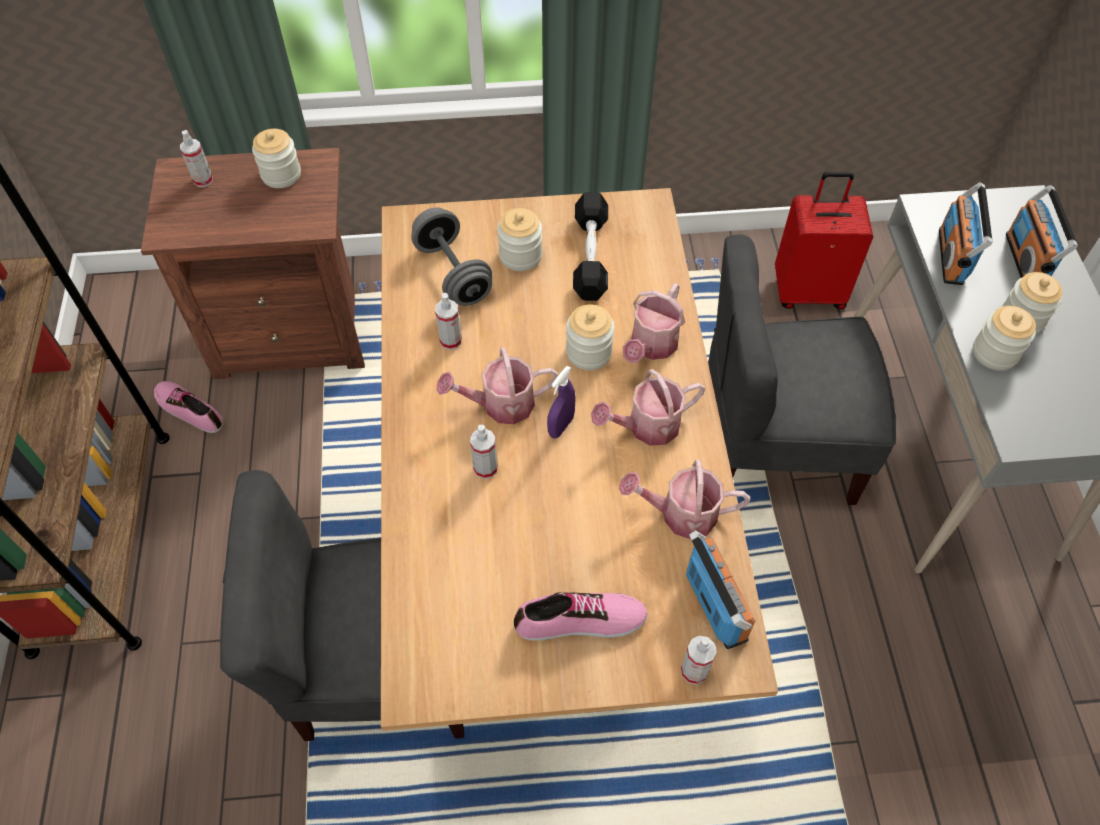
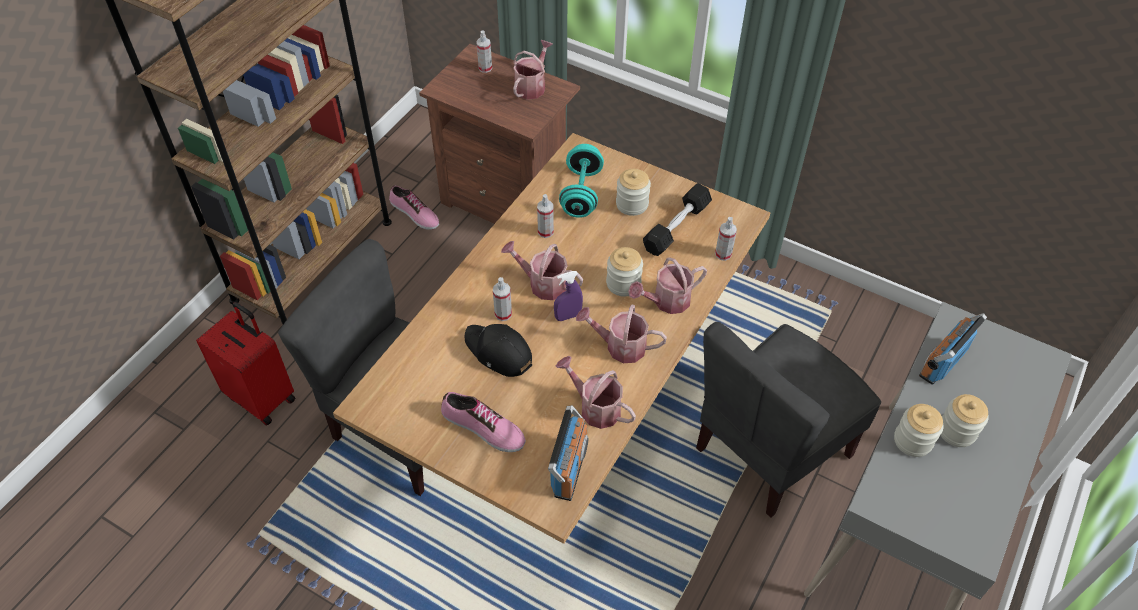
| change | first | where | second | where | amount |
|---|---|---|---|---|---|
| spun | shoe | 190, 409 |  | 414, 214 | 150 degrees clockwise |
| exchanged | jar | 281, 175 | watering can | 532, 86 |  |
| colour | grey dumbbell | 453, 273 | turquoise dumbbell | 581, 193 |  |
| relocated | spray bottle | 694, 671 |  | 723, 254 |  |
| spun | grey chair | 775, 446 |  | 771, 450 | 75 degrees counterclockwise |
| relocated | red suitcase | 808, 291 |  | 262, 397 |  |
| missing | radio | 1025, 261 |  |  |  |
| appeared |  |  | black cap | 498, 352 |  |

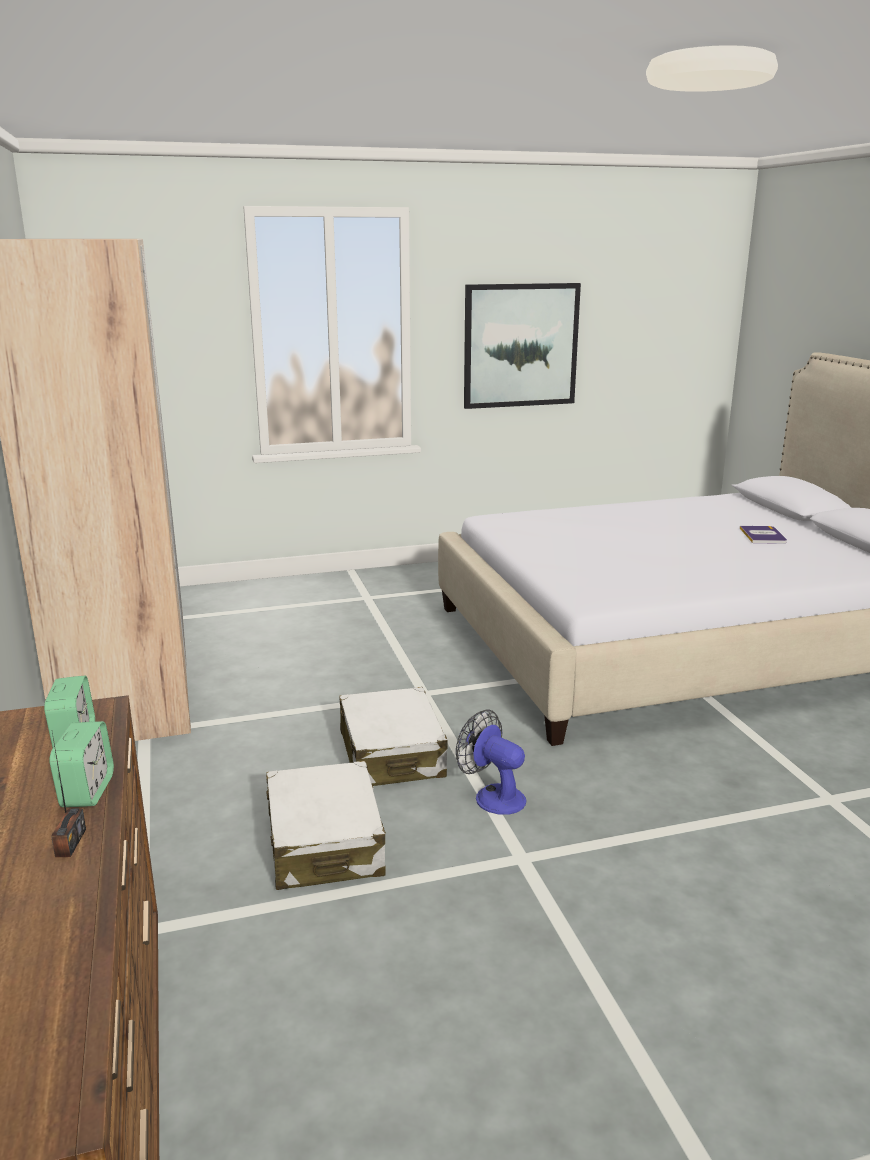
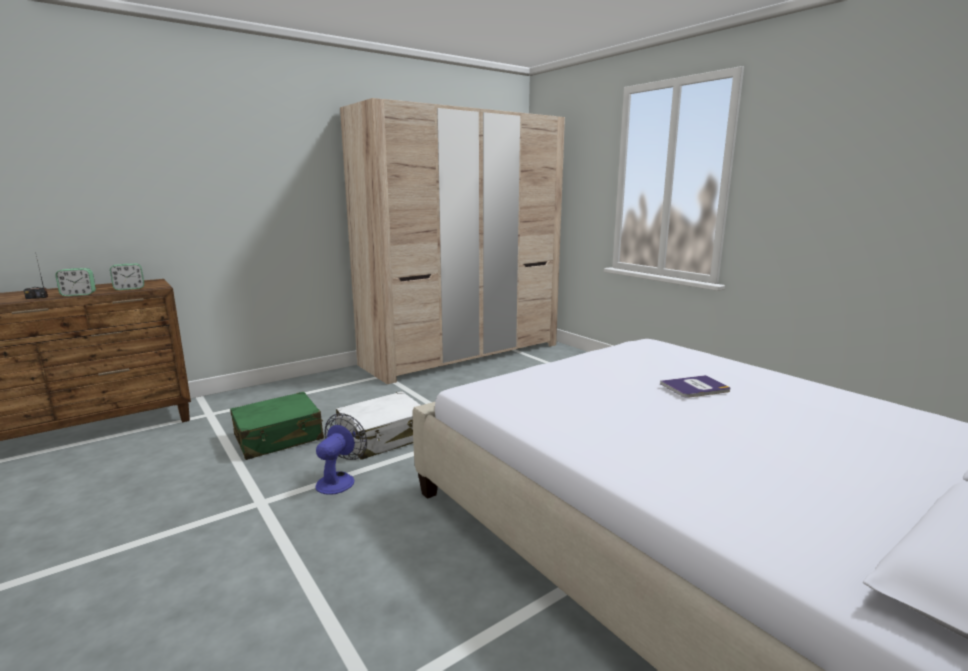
| change | first | where | second | where | amount |
|---|---|---|---|---|---|
| colour | white suitcase | 325, 843 | green suitcase | 279, 438 |  |
| missing | picture | 520, 345 |  |  |  |
| relocated | book | 763, 536 |  | 695, 387 |  |

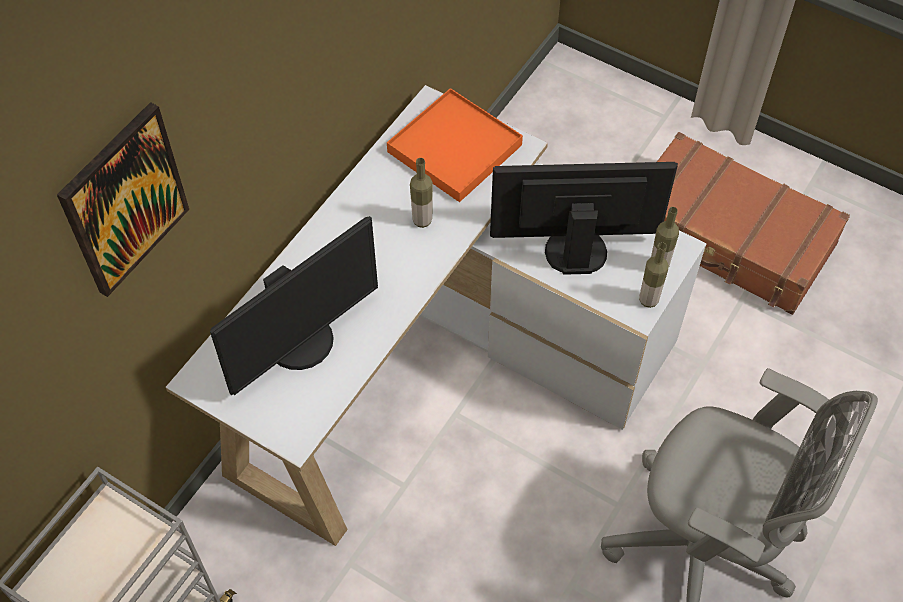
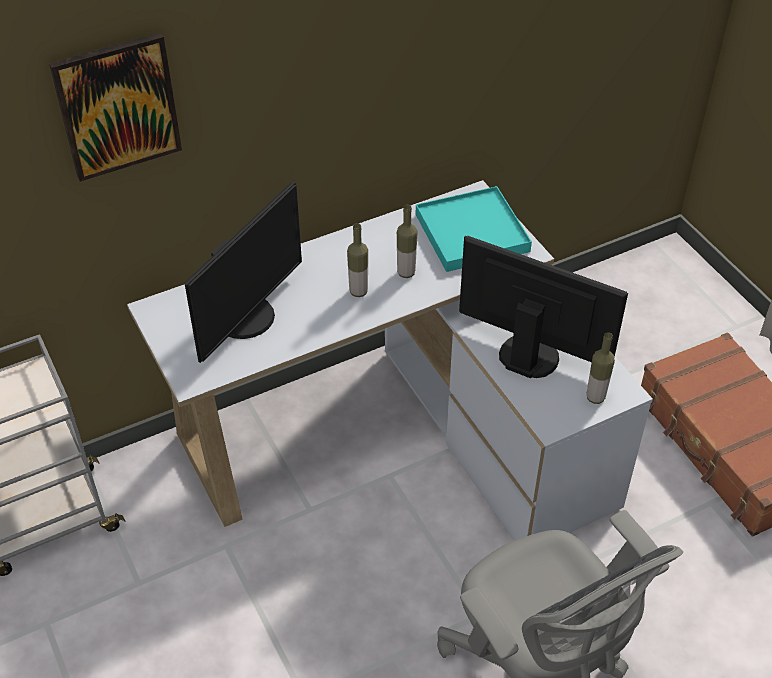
| change | first | where | second | where | amount |
|---|---|---|---|---|---|
| spun | monitor | 302, 343 |  | 247, 318 | 45 degrees counterclockwise |
| colour | orange tray | 454, 149 | turquoise tray | 471, 233 |  |
| relocated | bottle | 648, 300 |  | 358, 291 |  |

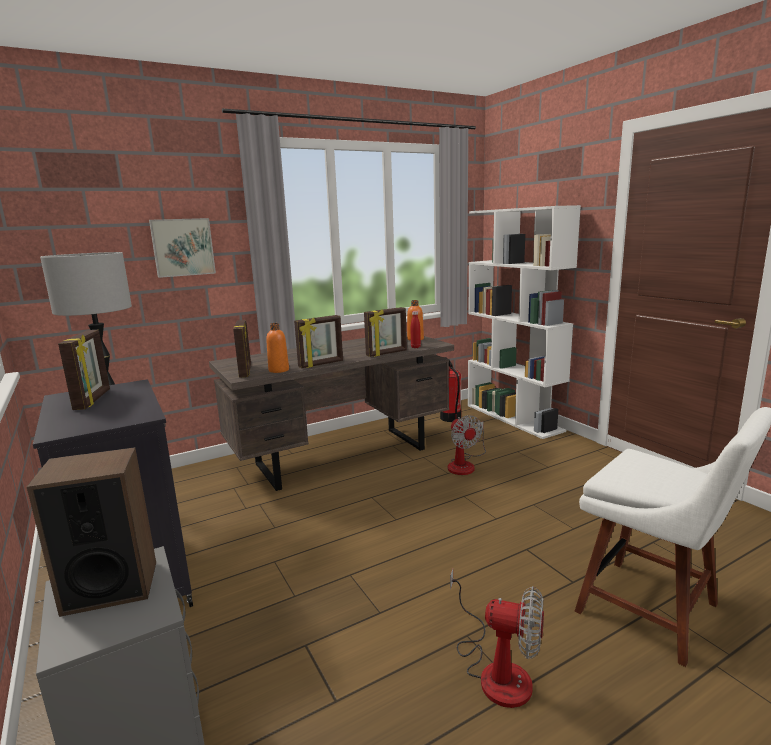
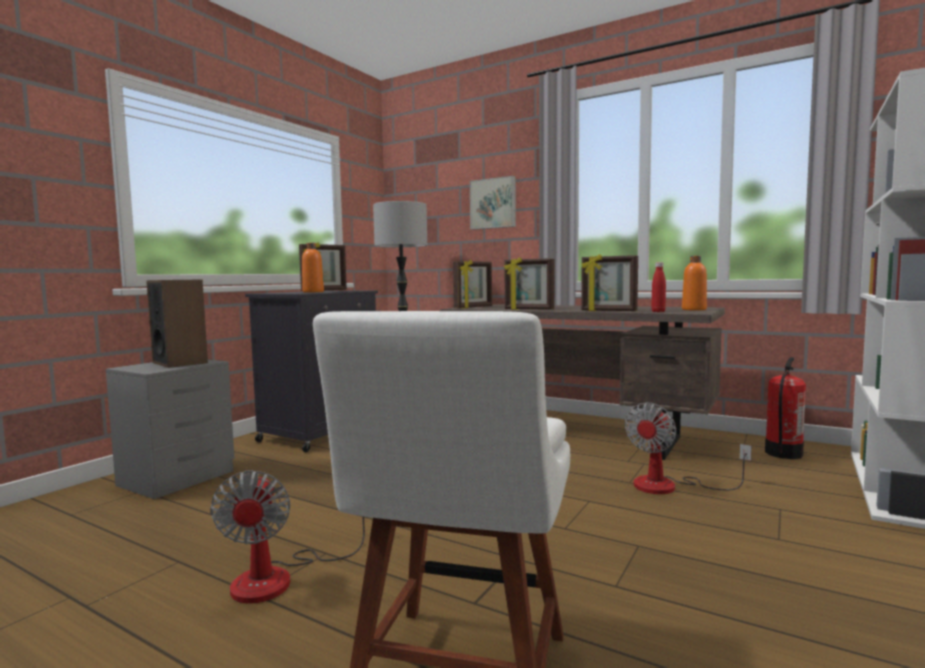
| change | first | where | second | where | amount |
|---|---|---|---|---|---|
| relocated | orange bottle | 278, 370 |  | 313, 292 |  |

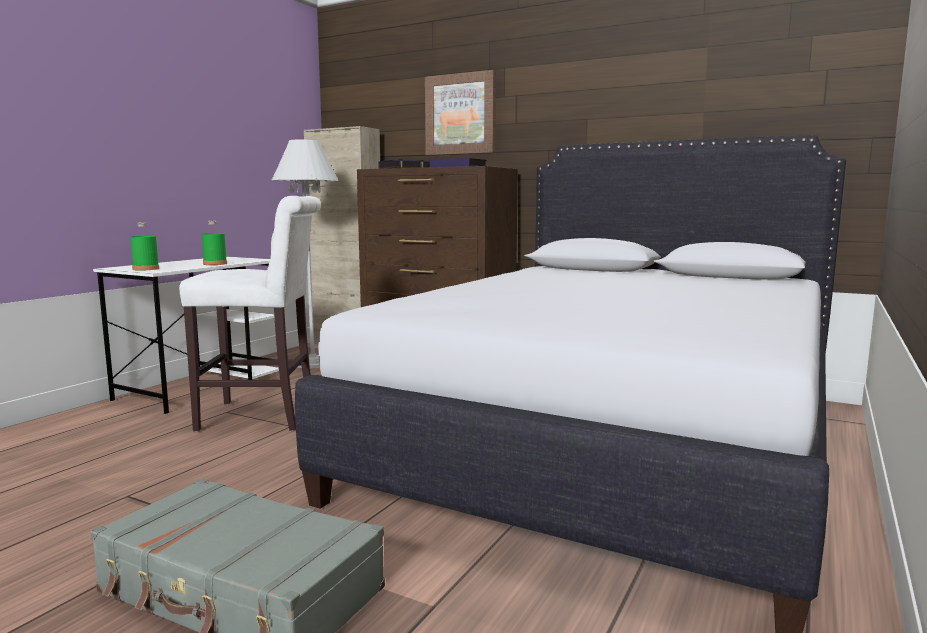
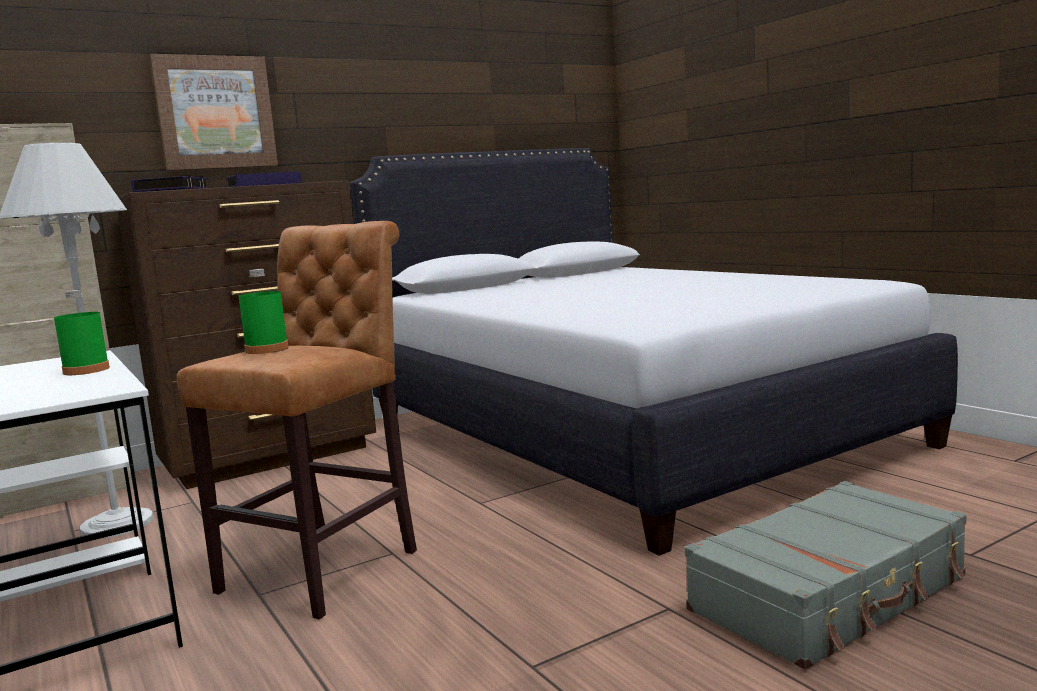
| change | first | where | second | where | amount |
|---|---|---|---|---|---|
| relocated | green bottle | 145, 269 |  | 267, 349 |  |
| colour | white stool | 265, 416 | brown stool | 328, 568 |  |

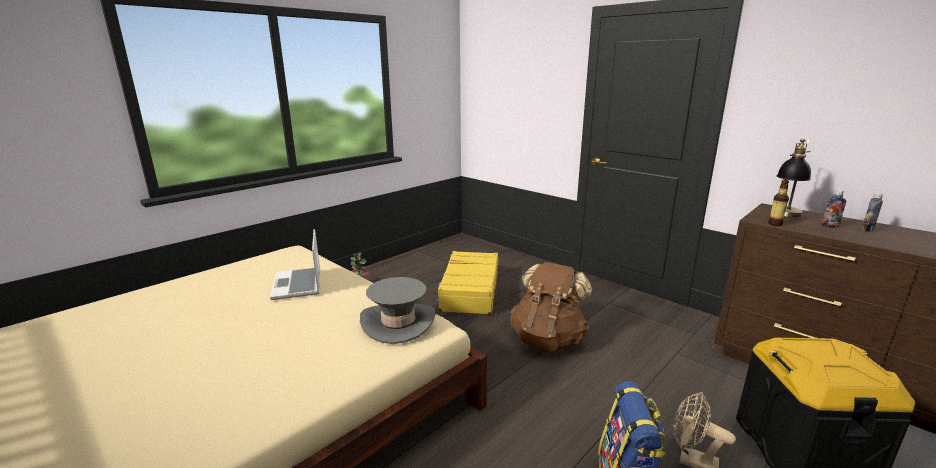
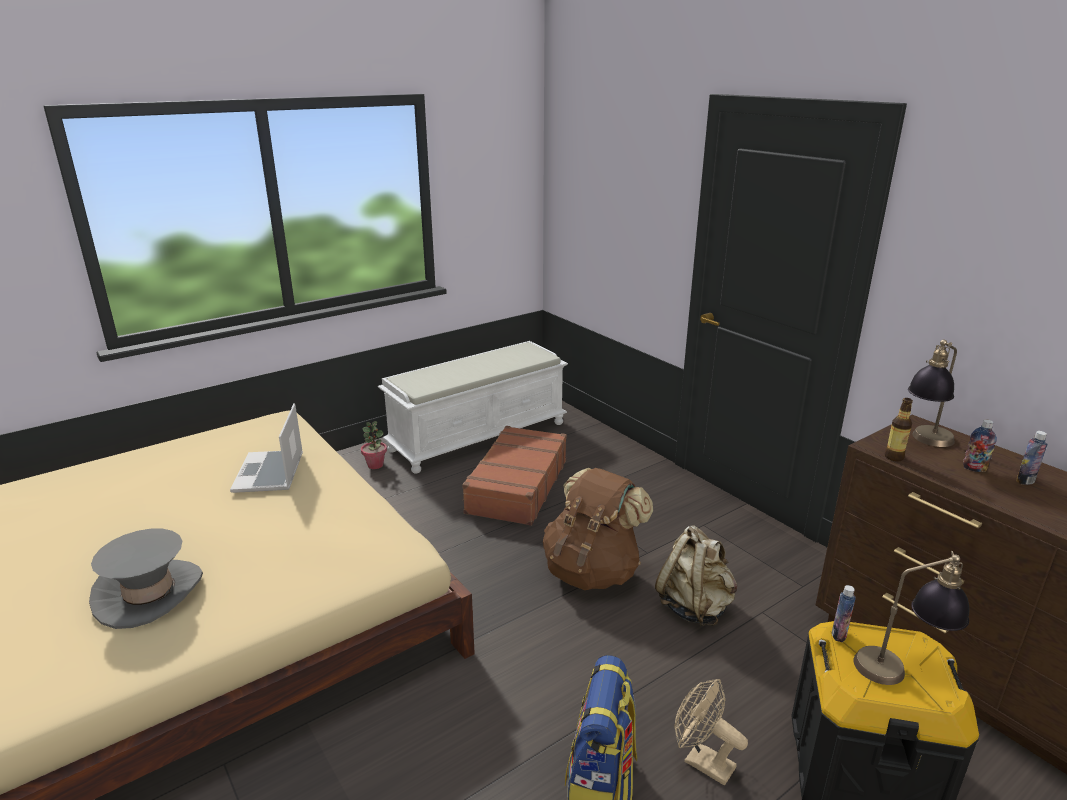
| change | first | where | second | where | amount |
|---|---|---|---|---|---|
| relocated | grey hat | 398, 322 |  | 149, 593 |  |
| colour | yellow suitcase | 469, 291 | brown suitcase | 516, 486 |  |
| appeared |  |  | white bench | 478, 435 |  |
| appeared |  |  | beige backpack | 694, 607 |  |
| appeared |  |  | bottle | 839, 634 |  |
| appeared |  |  | table lamp | 901, 668 |  |

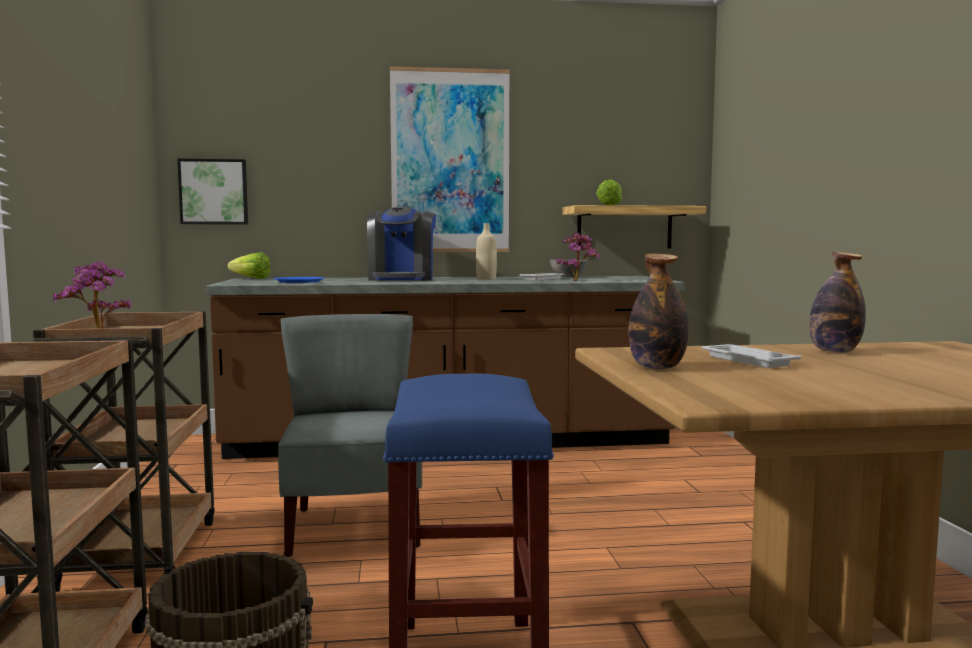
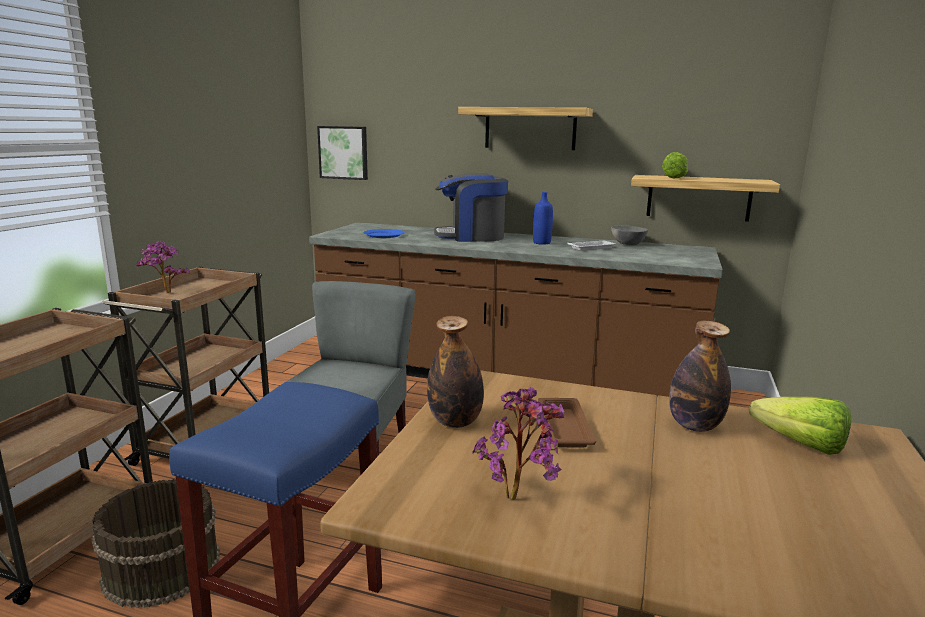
| change | first | where | second | where | amount |
|---|---|---|---|---|---|
| relocated | lettuce | 248, 278 |  | 793, 442 |  |
| spun | coffee machine | 402, 279 |  | 471, 236 | 60 degrees clockwise |
| exchanged | picture | 450, 161 | shelf | 530, 128 |  |
| colour | beige bottle | 486, 279 | blue bottle | 541, 243 |  |
| relocated | potted plant | 577, 281 |  | 519, 498 |  |
| colour | white tray | 747, 360 | brown tray | 564, 426 |  |

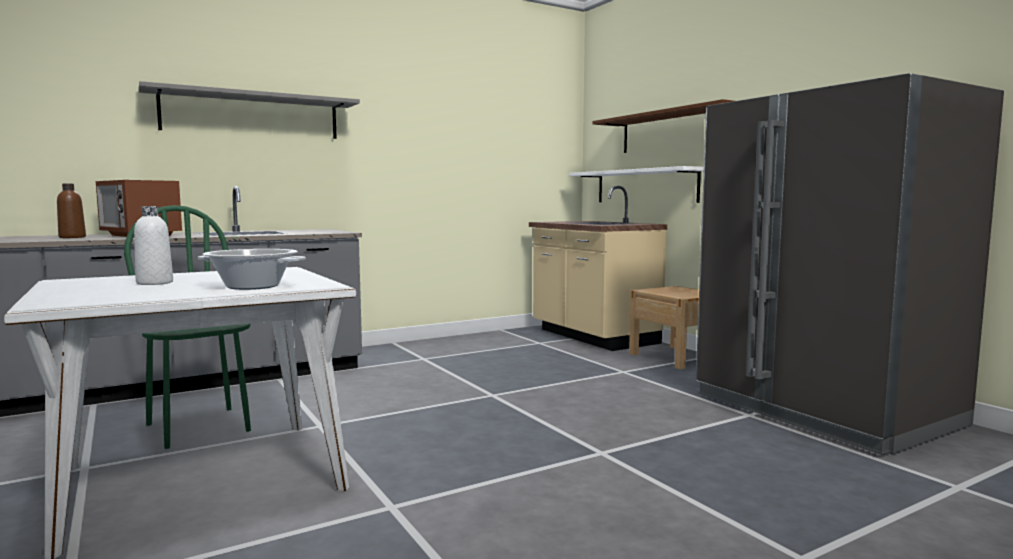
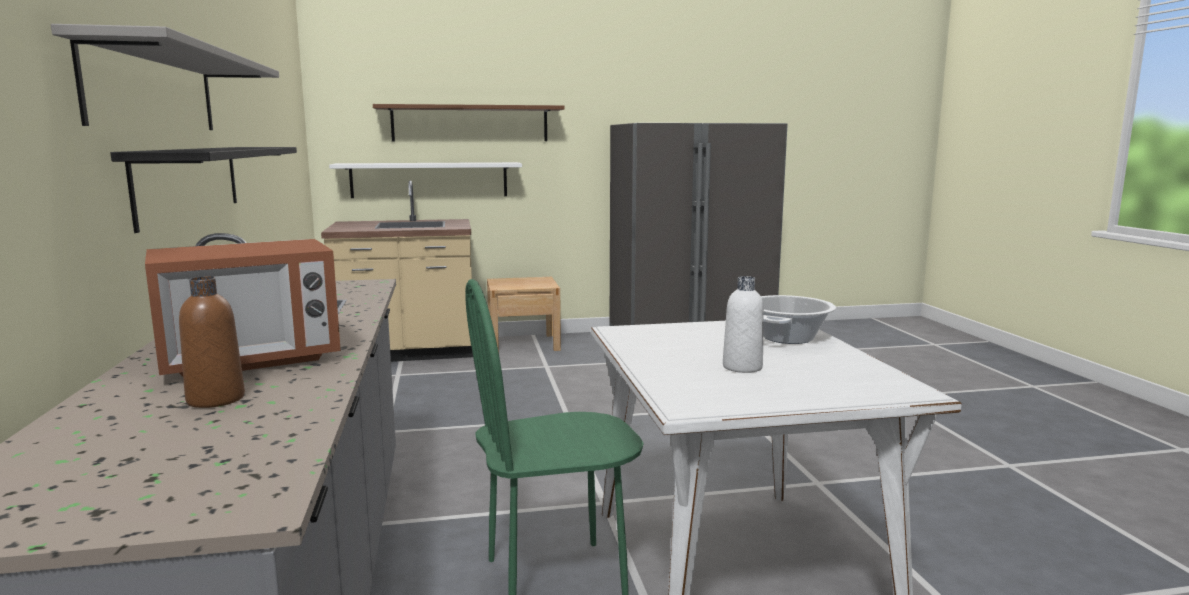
| change | first | where | second | where | amount |
|---|---|---|---|---|---|
| appeared |  |  | black shelf | 190, 182 |  |

